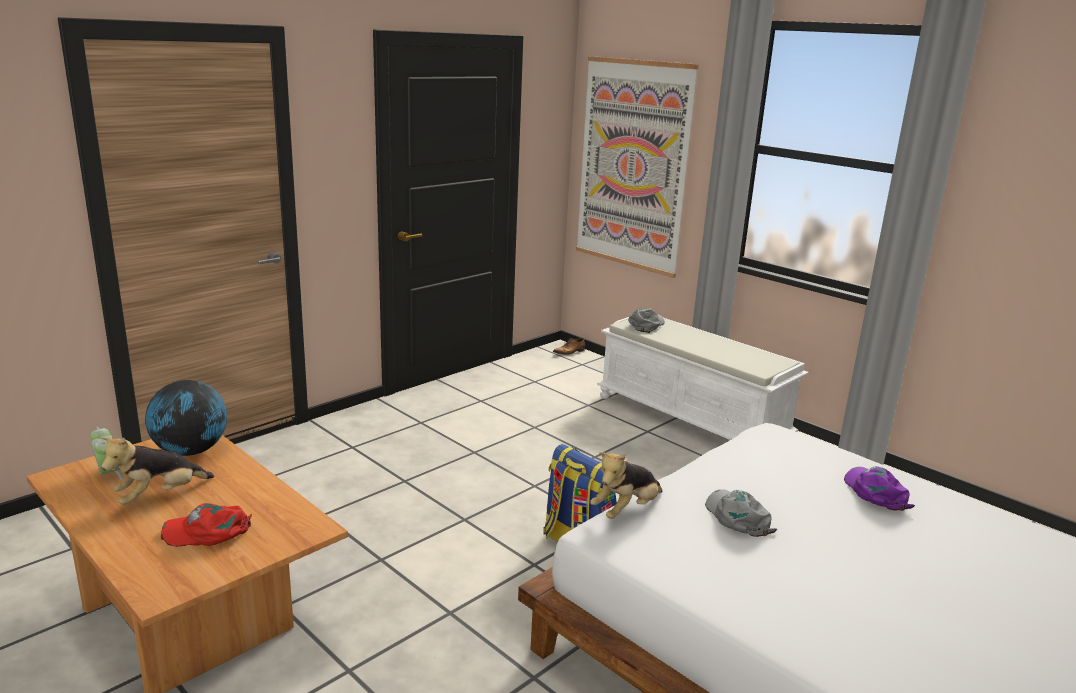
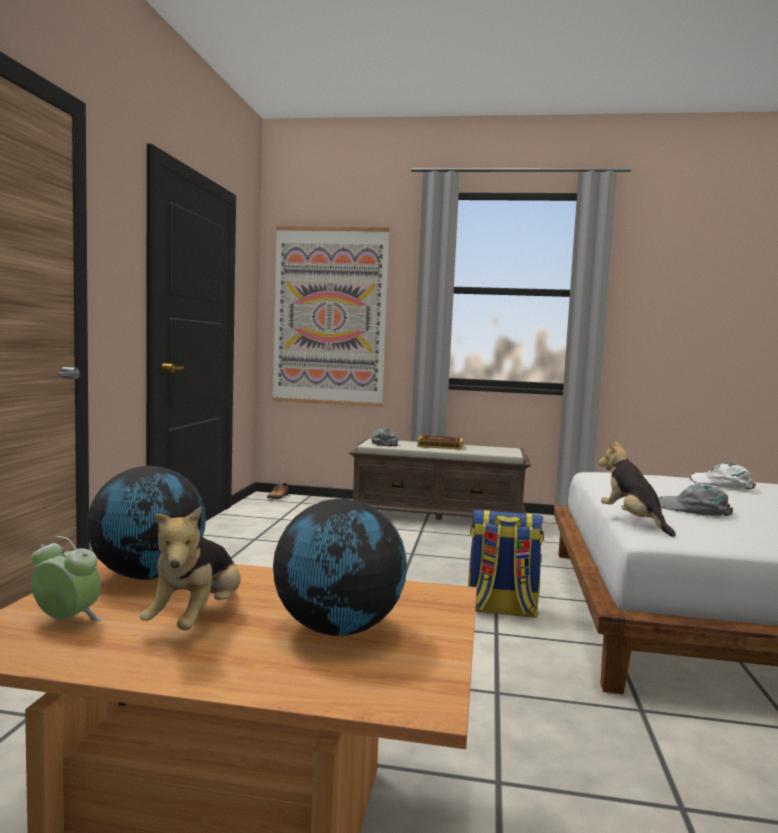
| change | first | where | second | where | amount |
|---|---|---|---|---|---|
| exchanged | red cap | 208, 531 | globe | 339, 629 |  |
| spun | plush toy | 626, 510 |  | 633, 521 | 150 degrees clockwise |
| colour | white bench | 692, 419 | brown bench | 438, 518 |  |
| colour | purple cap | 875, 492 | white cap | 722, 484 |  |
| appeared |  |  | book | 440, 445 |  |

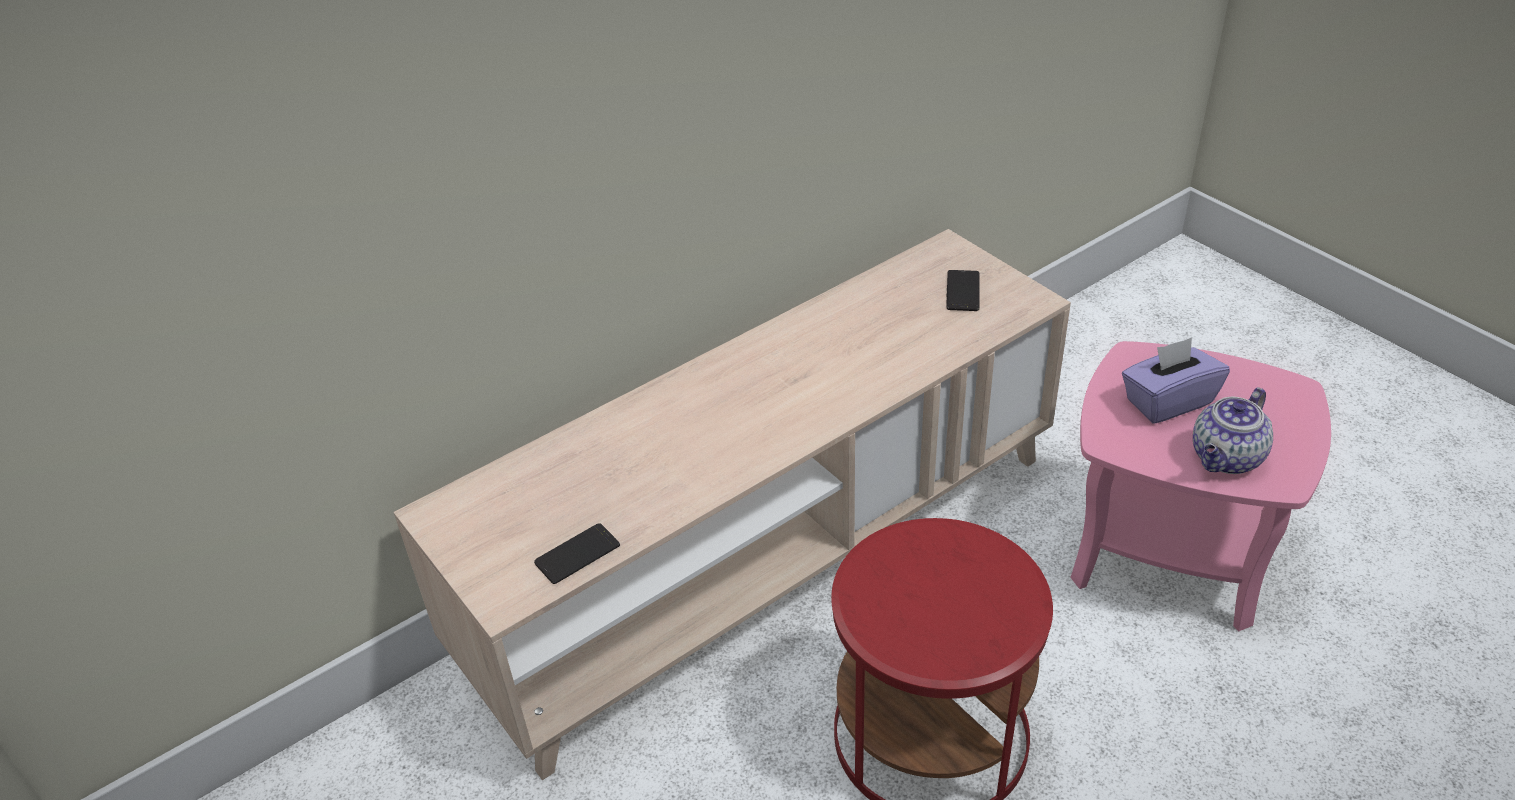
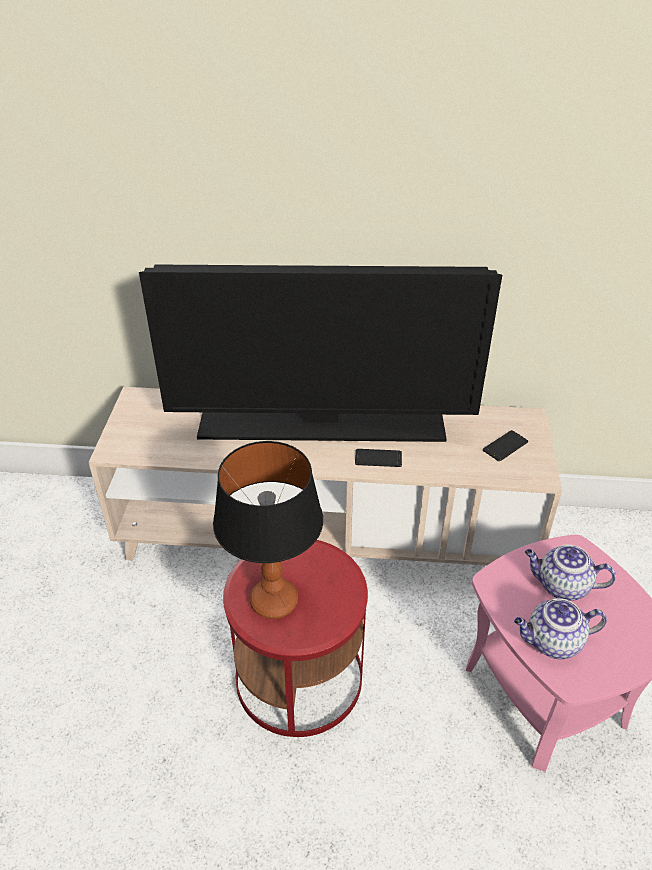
| change | first | where | second | where | amount |
|---|---|---|---|---|---|
| relocated | phone | 577, 554 |  | 378, 458 |  |
| exchanged | purple tissue box | 1168, 401 | teapot | 561, 586 |  |
| appeared |  |  | television | 322, 426 |  |
| appeared |  |  | table lamp | 274, 601 |  |

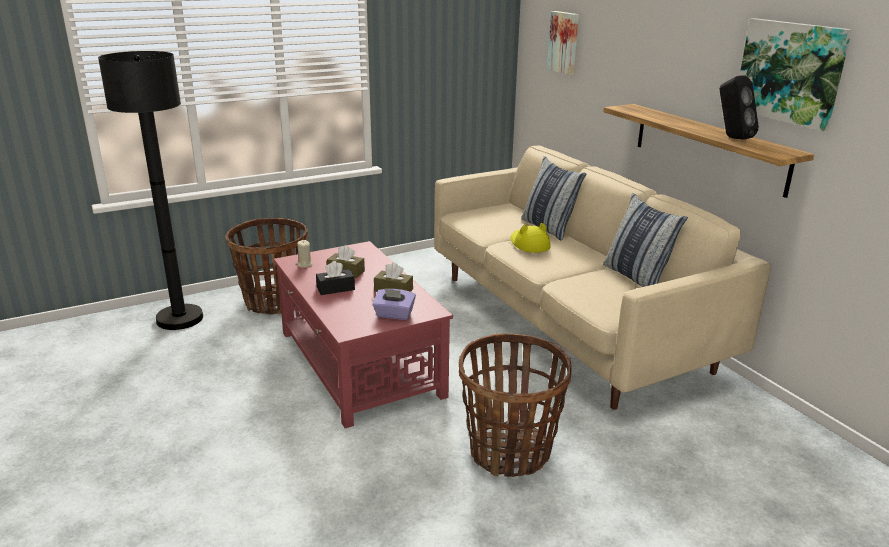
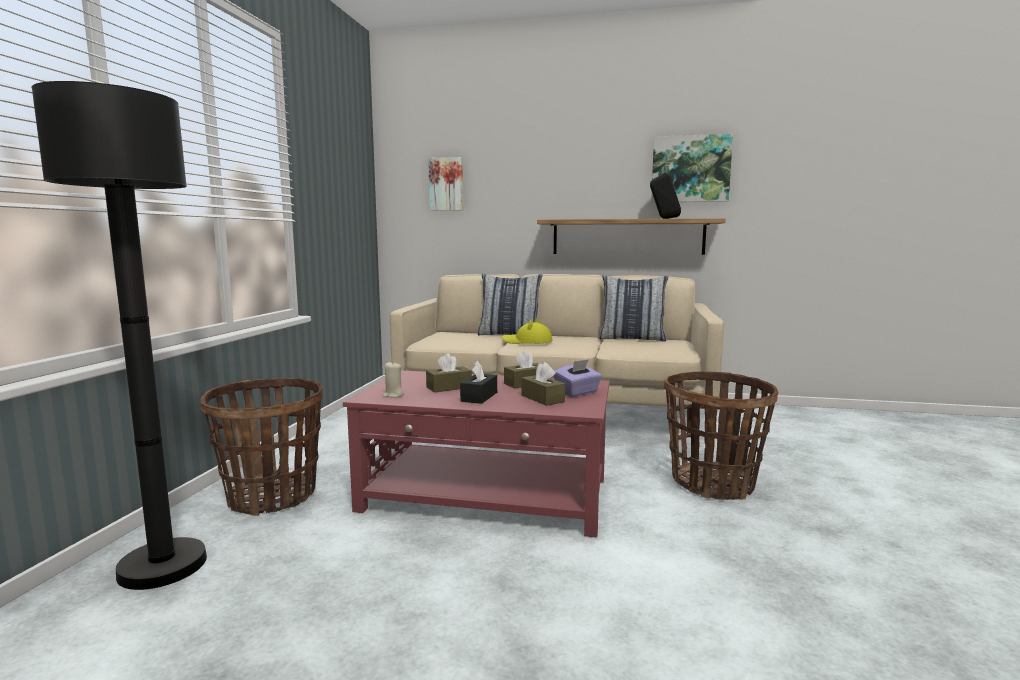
| change | first | where | second | where | amount |
|---|---|---|---|---|---|
| appeared |  |  | brown tissue box | 542, 398 |  |

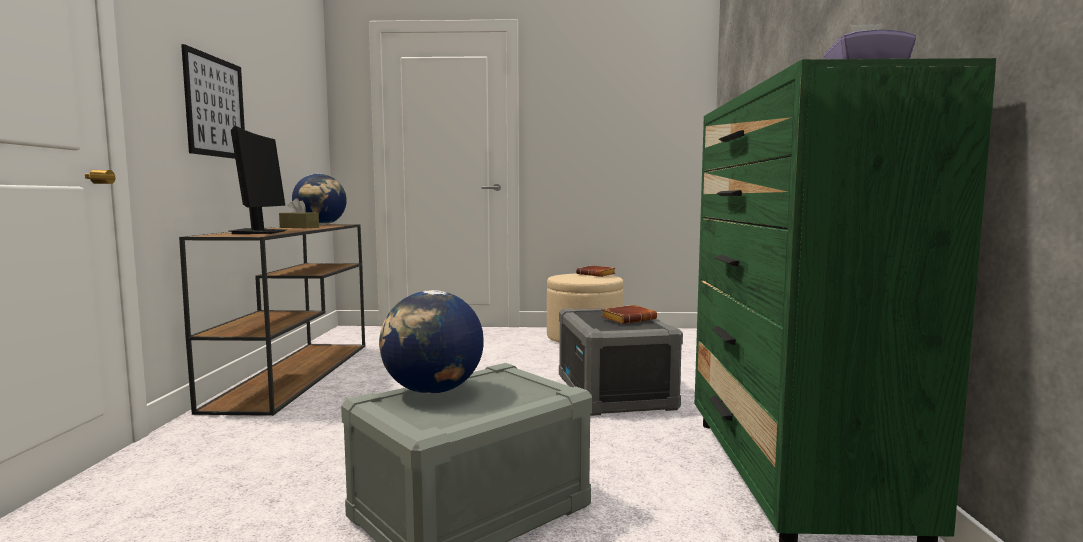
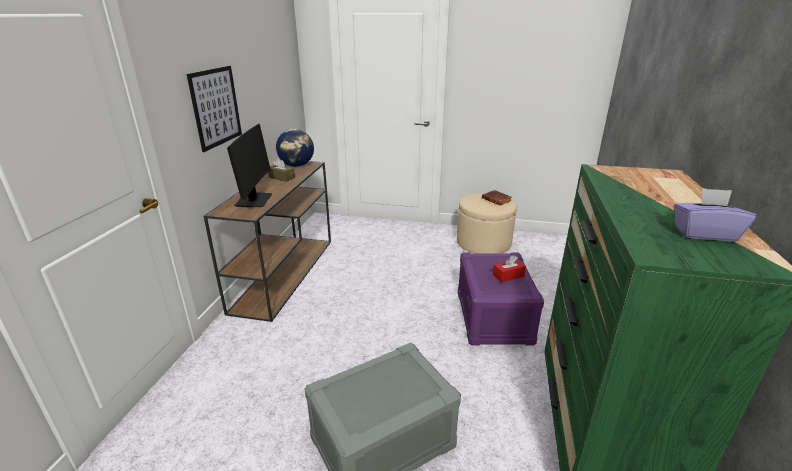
| change | first | where | second | where | amount |
|---|---|---|---|---|---|
| missing | globe | 432, 391 |  |  |  |
| colour | grey storage box | 615, 392 | purple storage box | 494, 318 |  |
| exchanged | brown book | 628, 319 | red tissue box | 508, 275 |  |

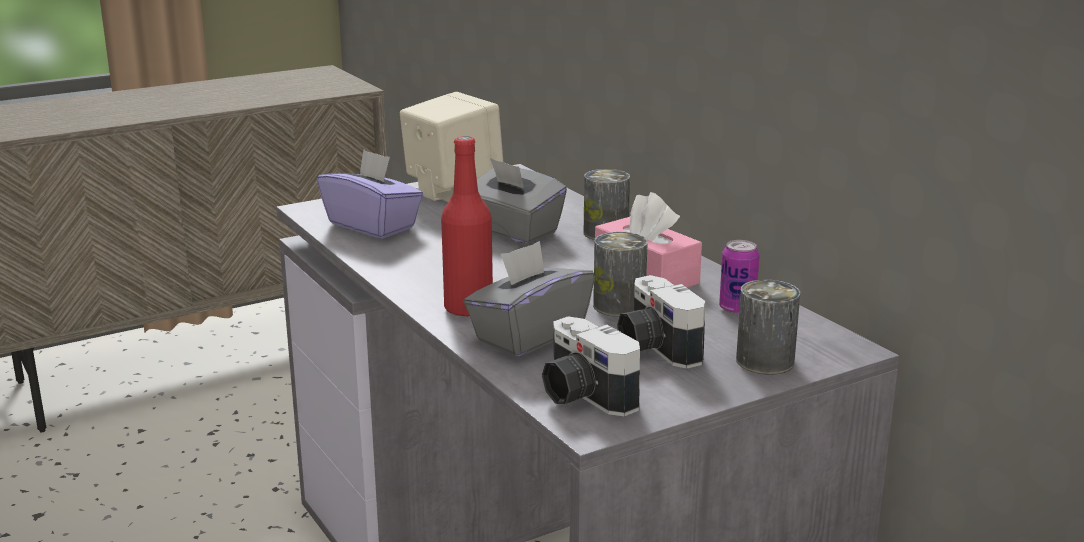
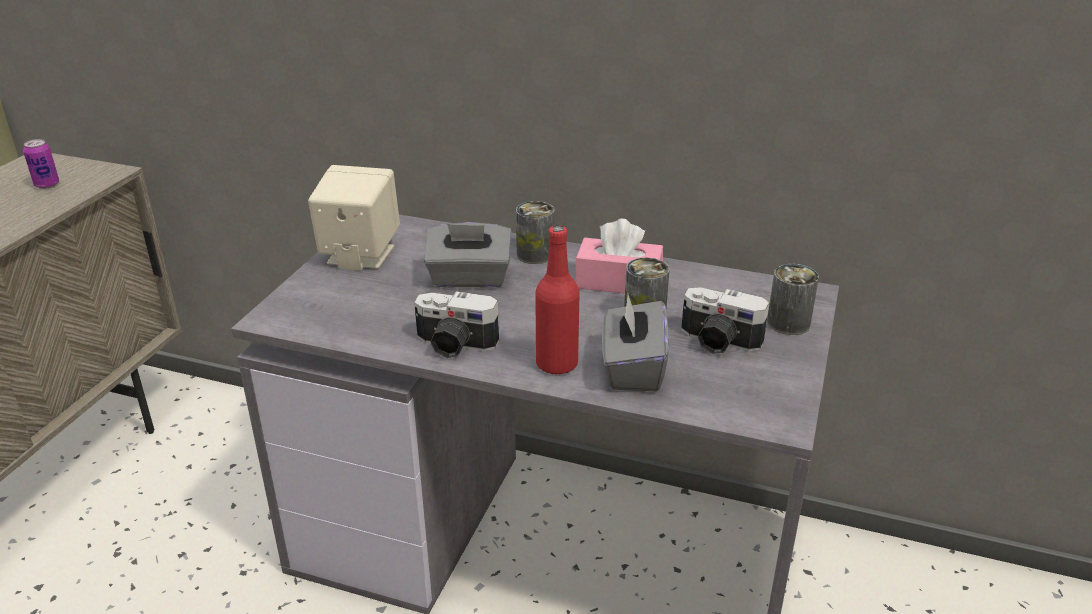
| change | first | where | second | where | amount |
|---|---|---|---|---|---|
| missing | purple tissue box | 372, 225 |  |  |  |
| relocated | photo camera | 582, 396 |  | 454, 345 |  |
| relocated | can | 737, 309 |  | 47, 185 |  |

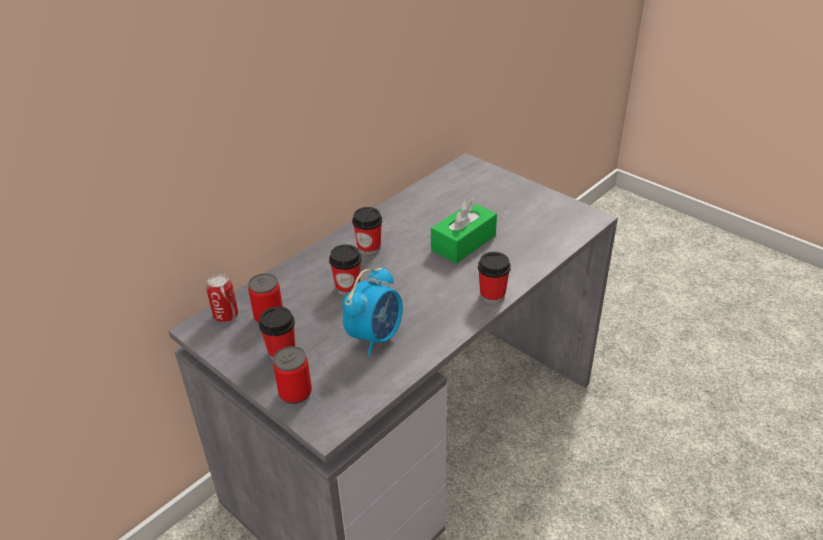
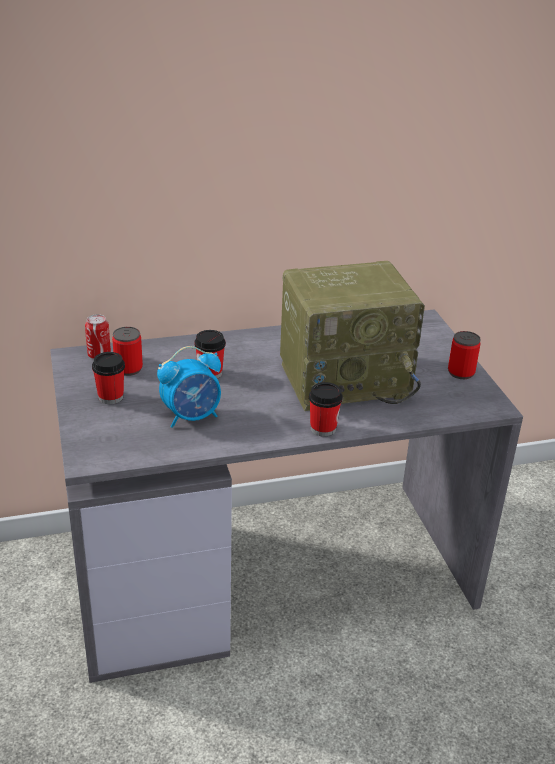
| change | first | where | second | where | amount |
|---|---|---|---|---|---|
| relocated | can | 295, 393 |  | 461, 372 |  |
| missing | cup | 369, 248 |  |  |  |
| exchanged | green tissue box | 463, 243 | radio | 345, 379 |  |

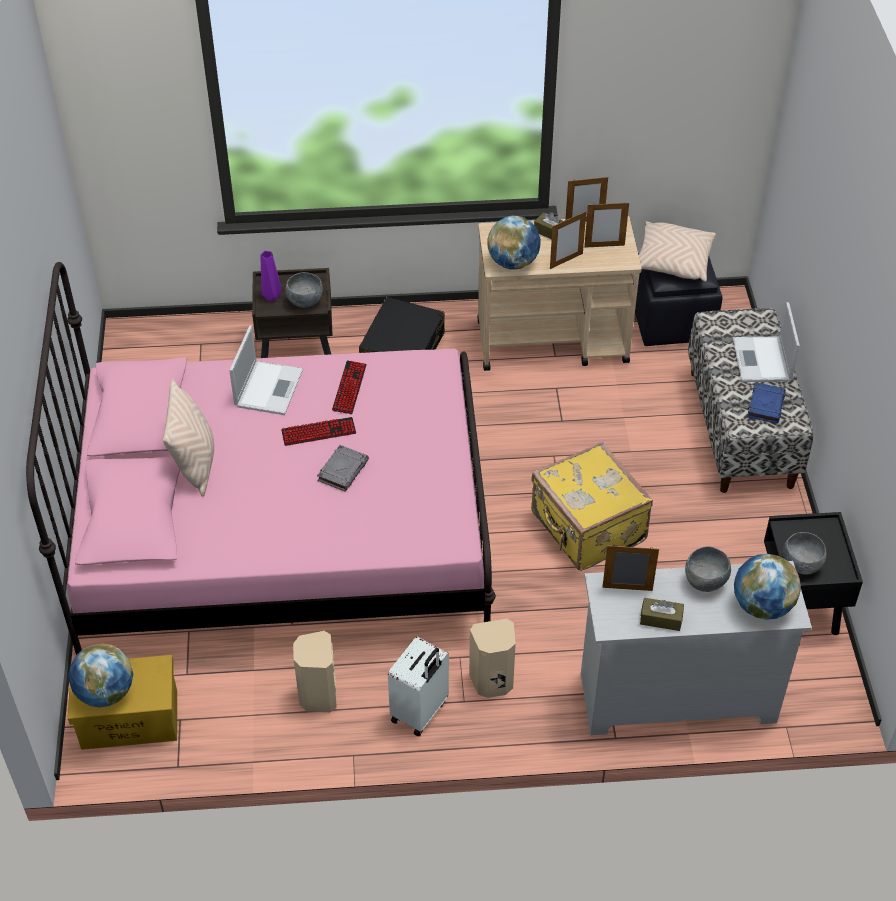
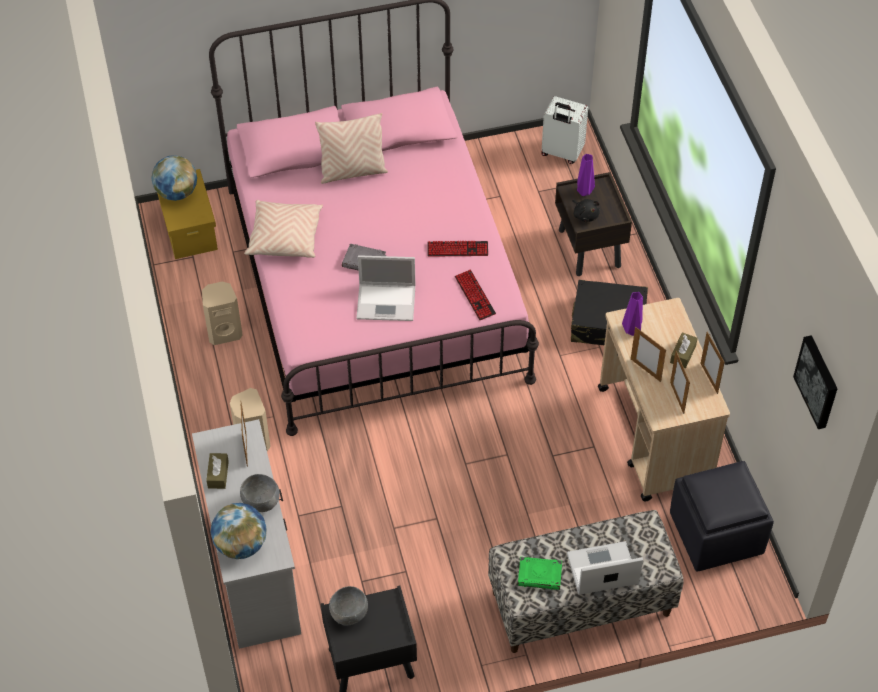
| change | first | where | second | where | amount |
|---|---|---|---|---|---|
| relocated | laptop | 269, 387 |  | 387, 302 |  |
| relocated | keyboard | 318, 432 |  | 475, 295 |  |
| exchanged | grey bowl | 304, 301 | black plush toy | 585, 215 |  |
| relocated | white suitcase | 420, 712 |  | 561, 153 |  |
| exchanged | globe | 513, 262 | purple vase | 630, 330 |  |
| missing | yellow suitcase | 586, 529 |  |  |  |
| relocated | beige pillow | 673, 261 |  | 285, 237 |  |
| colour | blue book | 765, 405 | green book | 540, 575 |  |
| appeared |  |  | picture | 818, 381 |  |

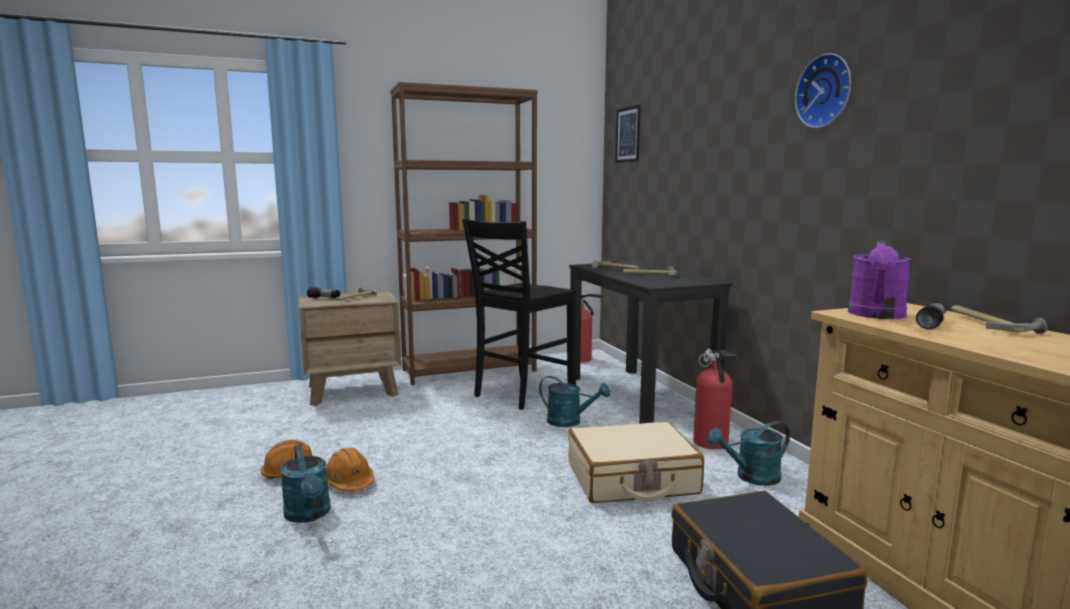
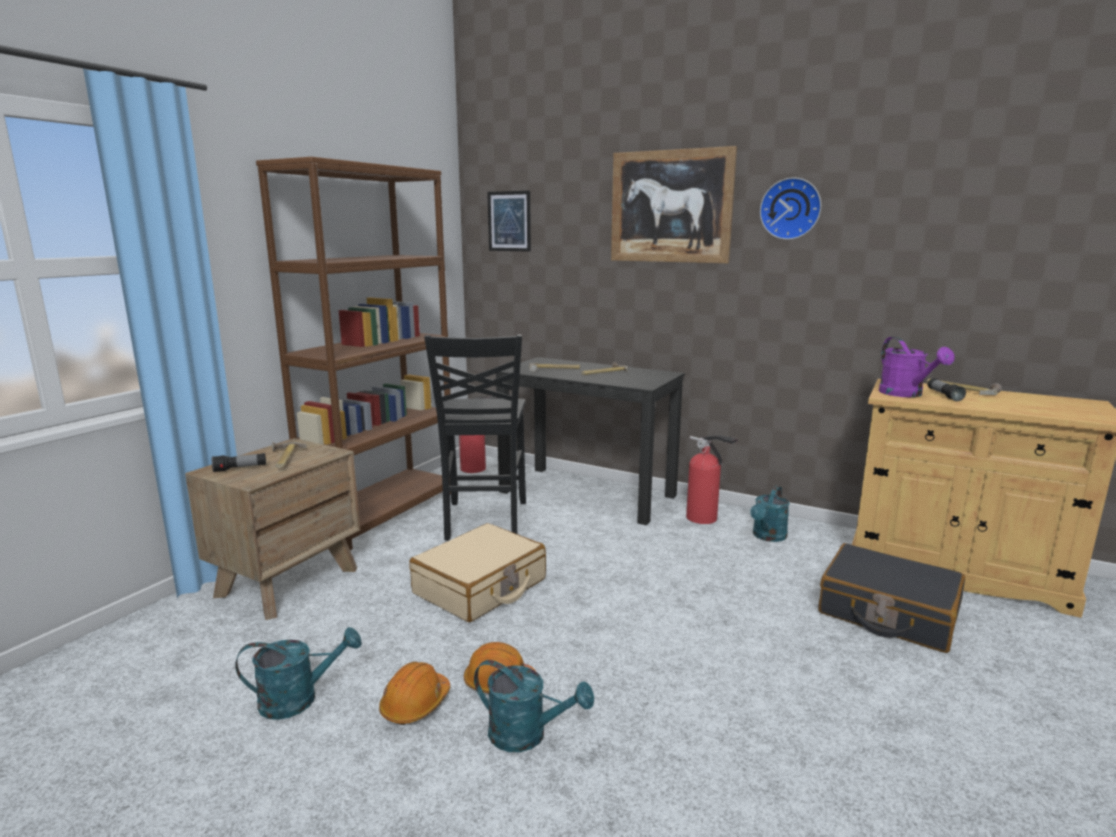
| change | first | where | second | where | amount |
|---|---|---|---|---|---|
| relocated | turquoise watering can | 570, 422 |  | 299, 699 |  |
| relocated | beige suitcase | 632, 479 |  | 480, 587 |  |
| appeared |  |  | picture | 670, 207 |  |

